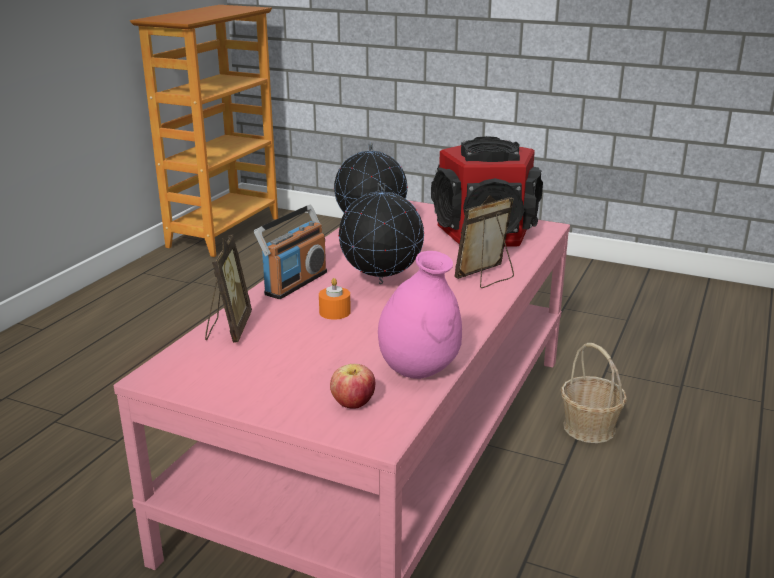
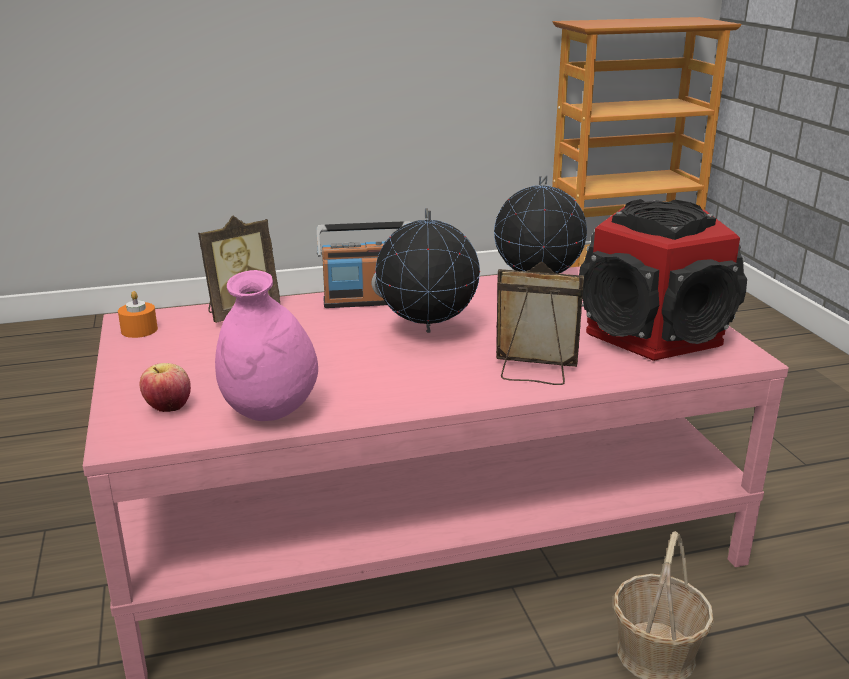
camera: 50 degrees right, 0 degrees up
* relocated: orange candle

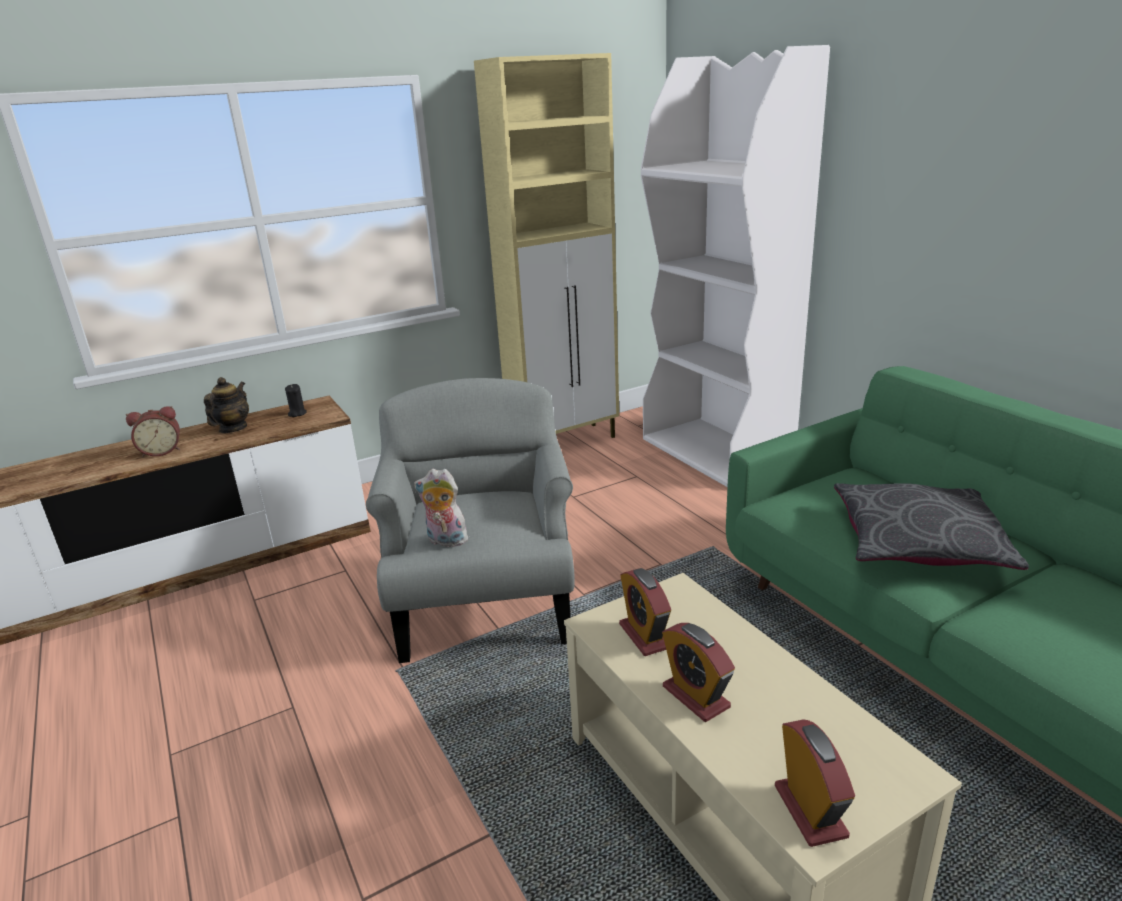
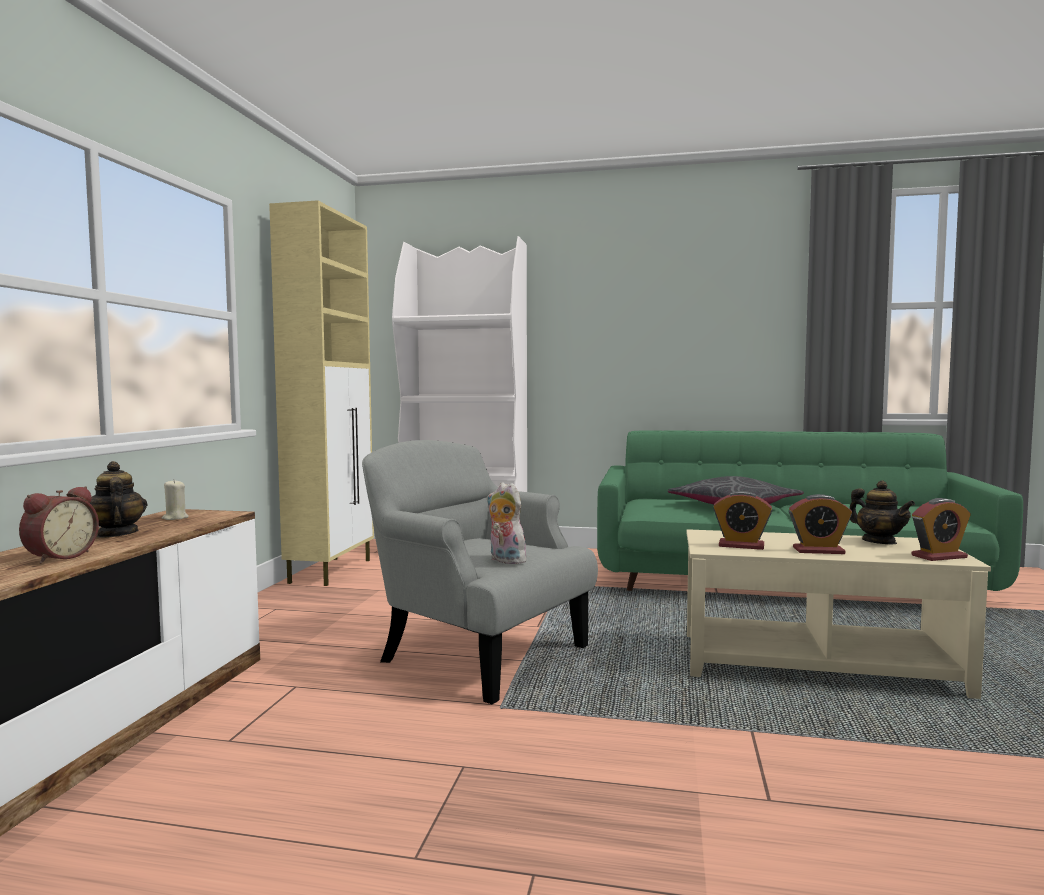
camera: 50 degrees left, 20 degrees down
* colour: black candle to beige candle
* spun: plush toy 75 degrees clockwise
* appeared: teapot (no. 2 from left)
* spun: alarm clock (no. 4 from left) 135 degrees clockwise

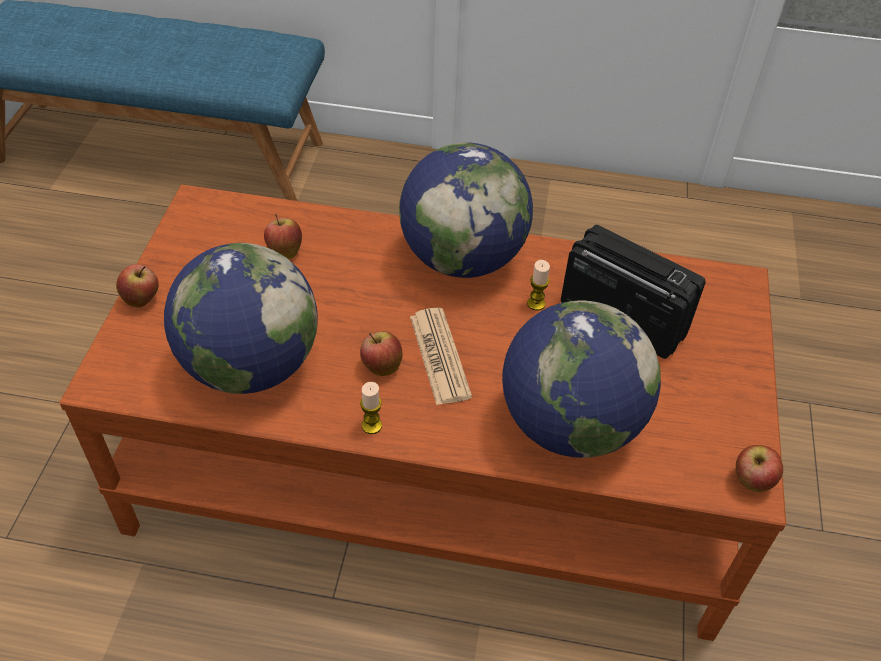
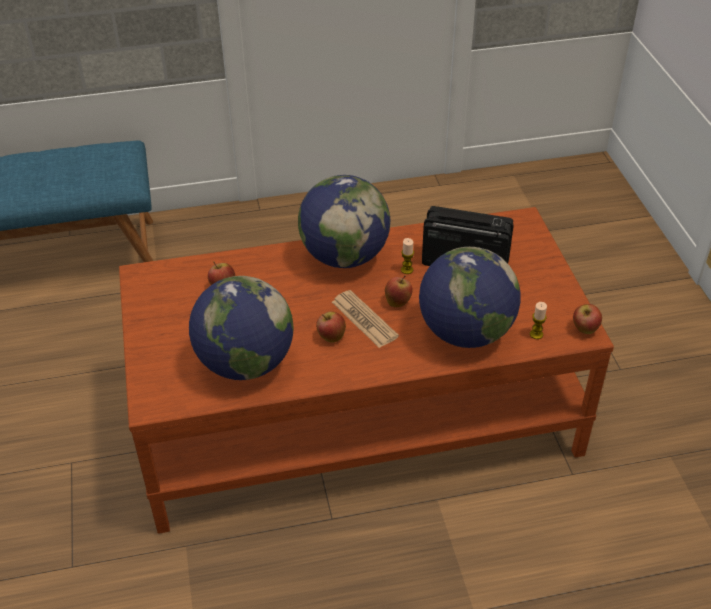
camera: 20 degrees left, 5 degrees down
* relocated: apple (no. 1 from left in the first image) to apple (no. 3 from left)
* relocated: candle (no. 1 from left in the first image) to candle (no. 2 from left)

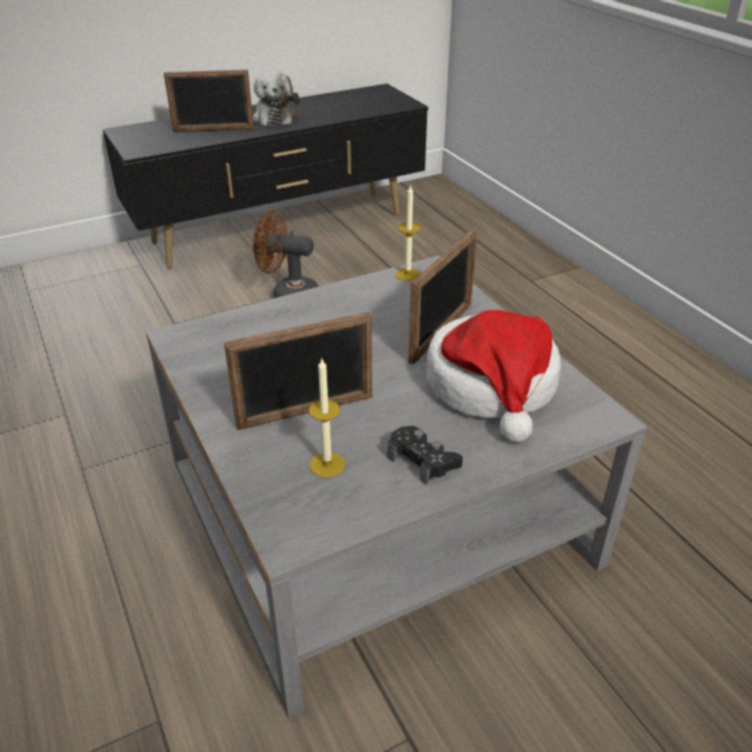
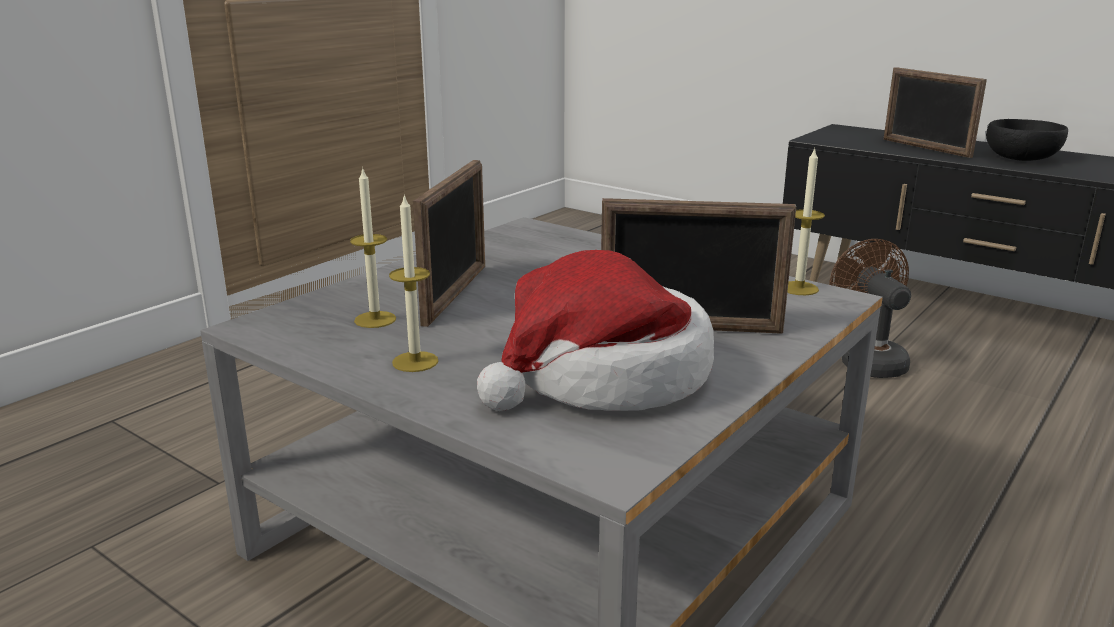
camera: 65 degrees right, 15 degrees down
* exchanged: black game controller to candle (no. 2 from left)
* spun: picture frame (no. 2 from left in the first image) 120 degrees counterclockwise
* exchanged: plush toy to black bowl

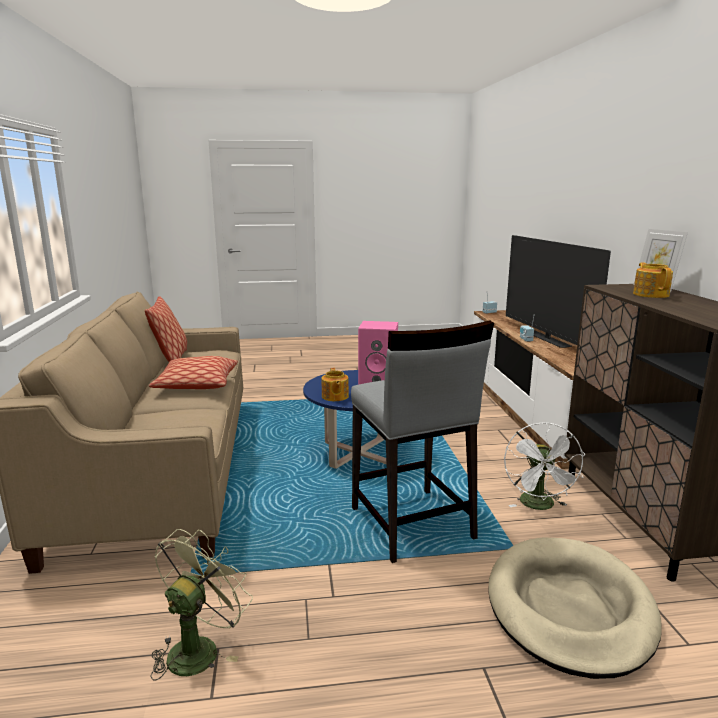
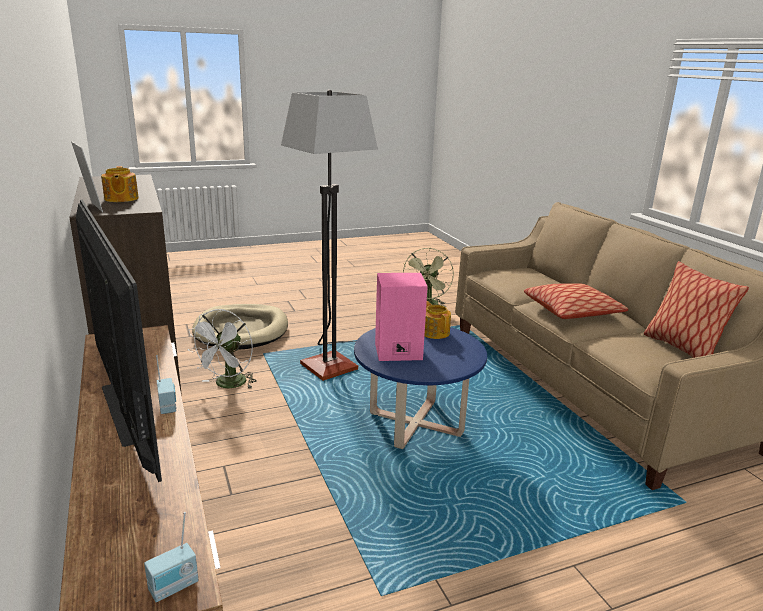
camera: 165 degrees right, 5 degrees up
* spun: white fan 150 degrees counterclockwise
* exchanged: grey stool to floor lamp

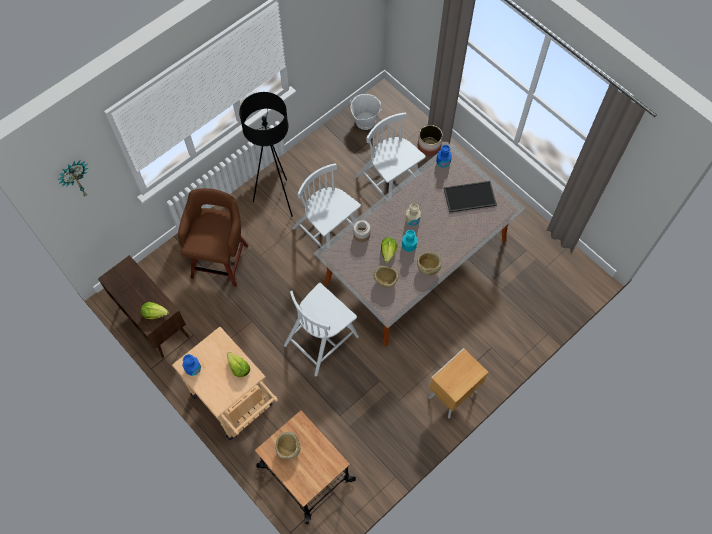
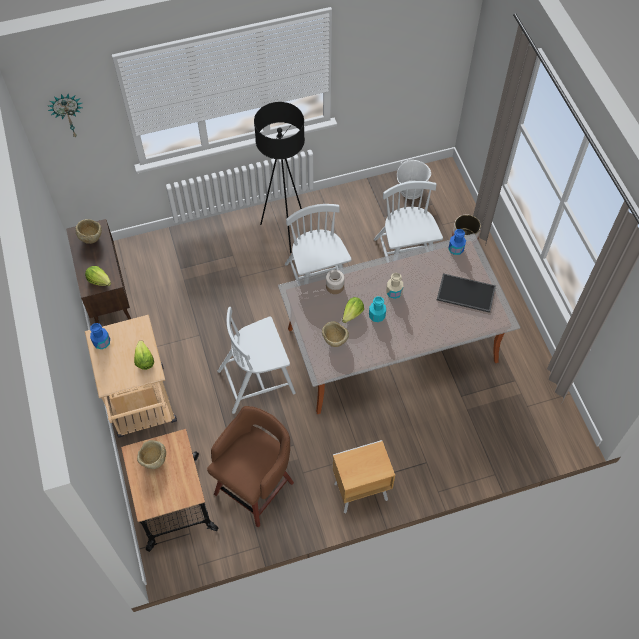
camera: 25 degrees right, 5 degrees down
* relocated: beige bowl (no. 3 from left in the first image) to beige bowl (no. 1 from left)
* relocated: brown stool

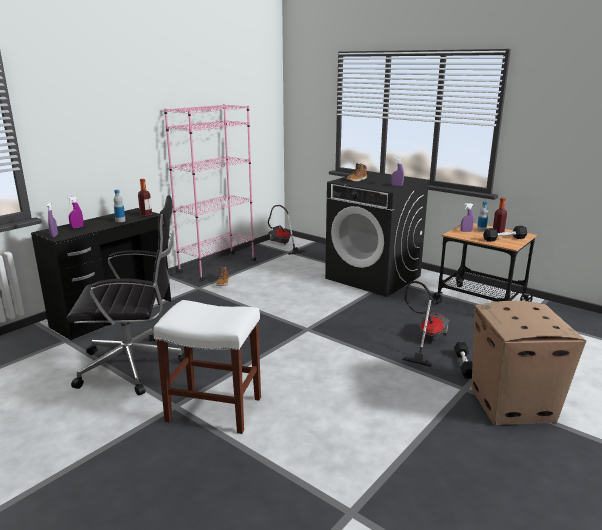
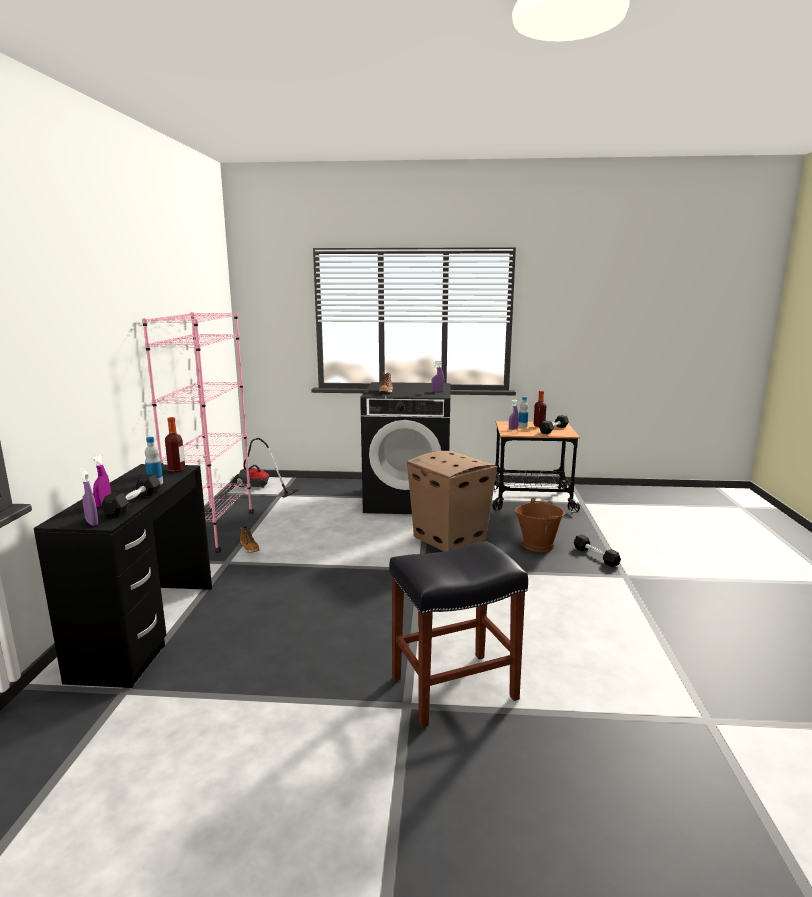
camera: 35 degrees left, 5 degrees down
* appeared: black dumbbell (no. 1 from left)
* colour: white stool to black stool
* relocated: cardboard box
* exchanged: vacuum cleaner (no. 2 from left) to brown bucket
* missing: black office chair

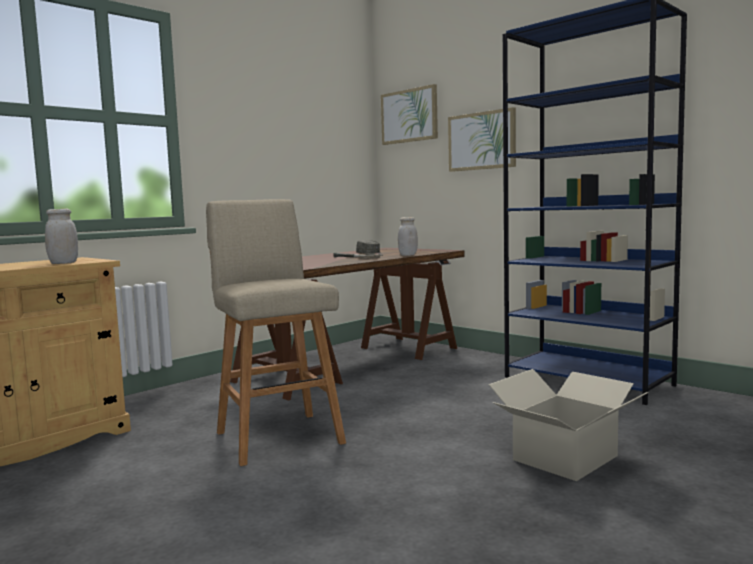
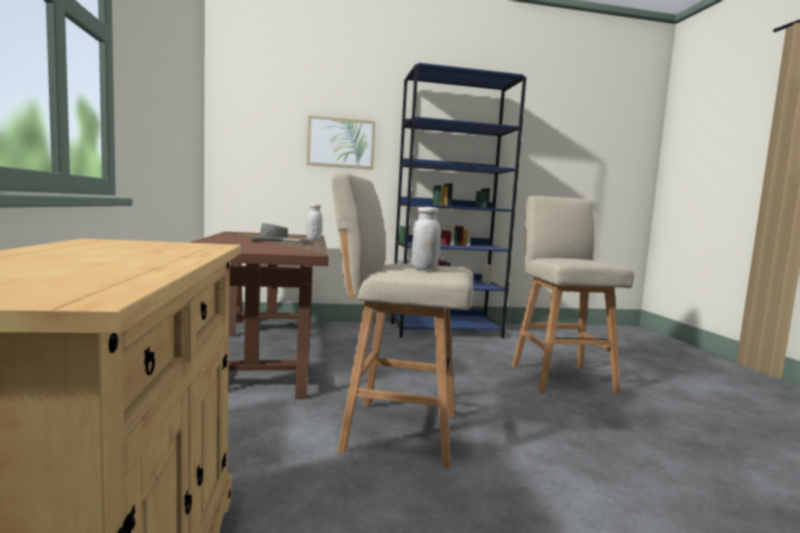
camera: 55 degrees left, 0 degrees up
* relocated: white jar (no. 1 from left in the first image) to white jar (no. 2 from left)
* exchanged: cardboard box to beige stool (no. 2 from left)
* missing: picture (no. 1 from left)

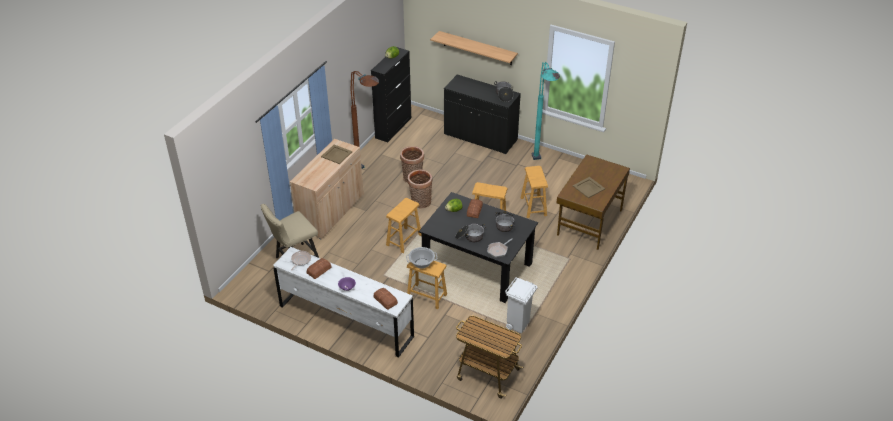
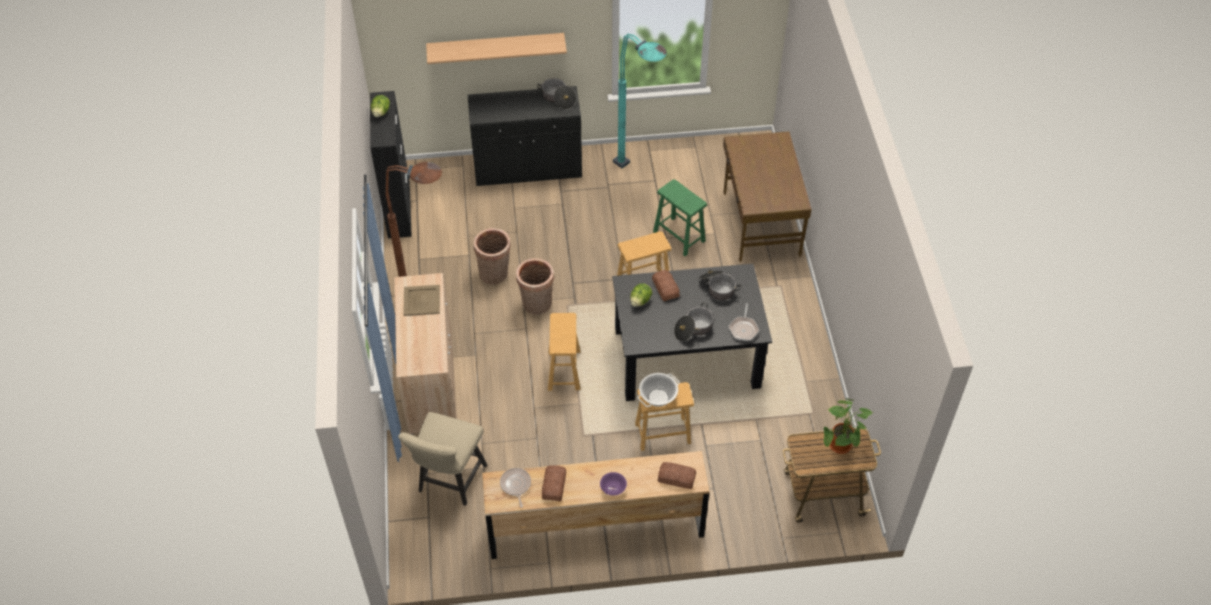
camera: 35 degrees left, 10 degrees up
* colour: white dresser to brown dresser
* colour: brown stool (no. 4 from left) to green stool
* appeared: potted plant
* missing: white trash can
* missing: beige tray (no. 2 from left)

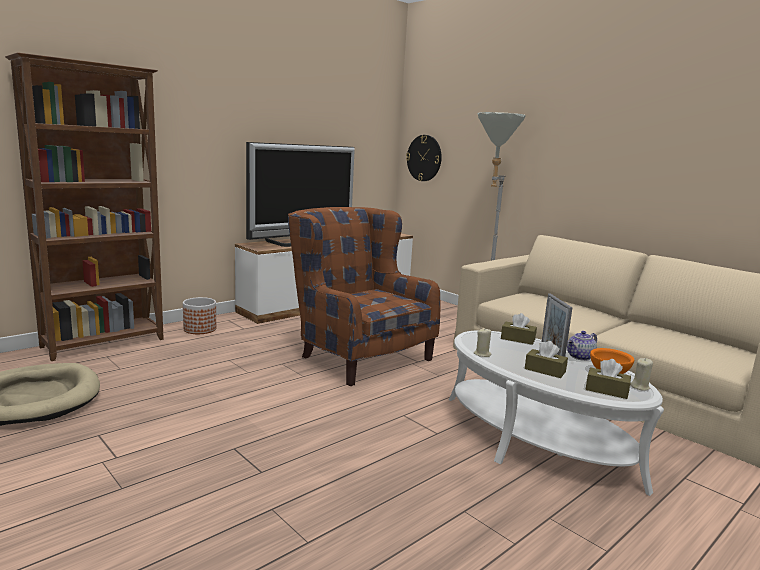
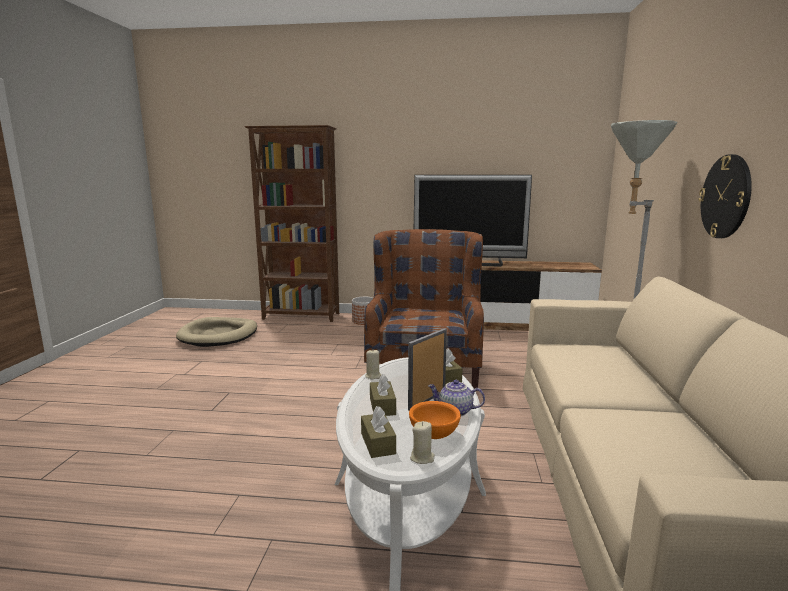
camera: 50 degrees right, 0 degrees up
* relocated: wall clock

